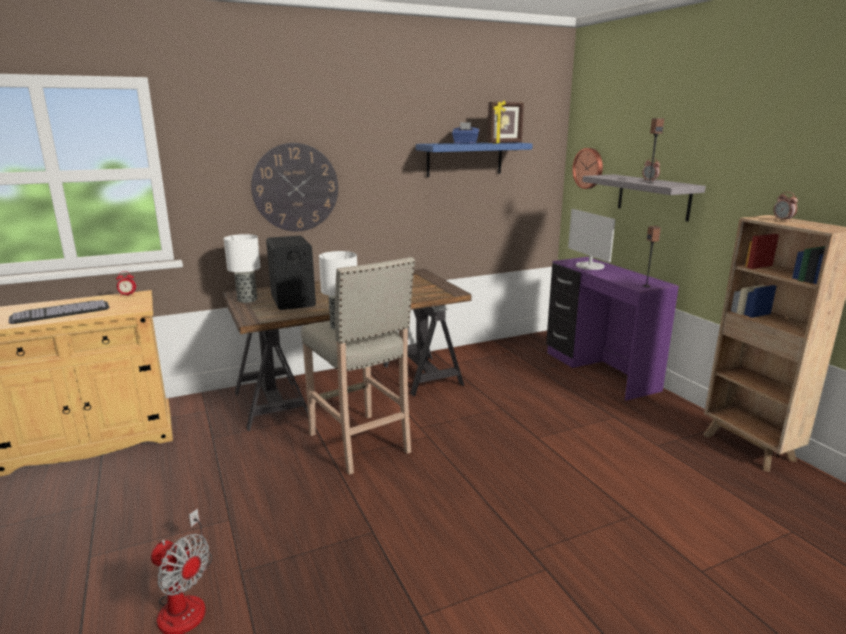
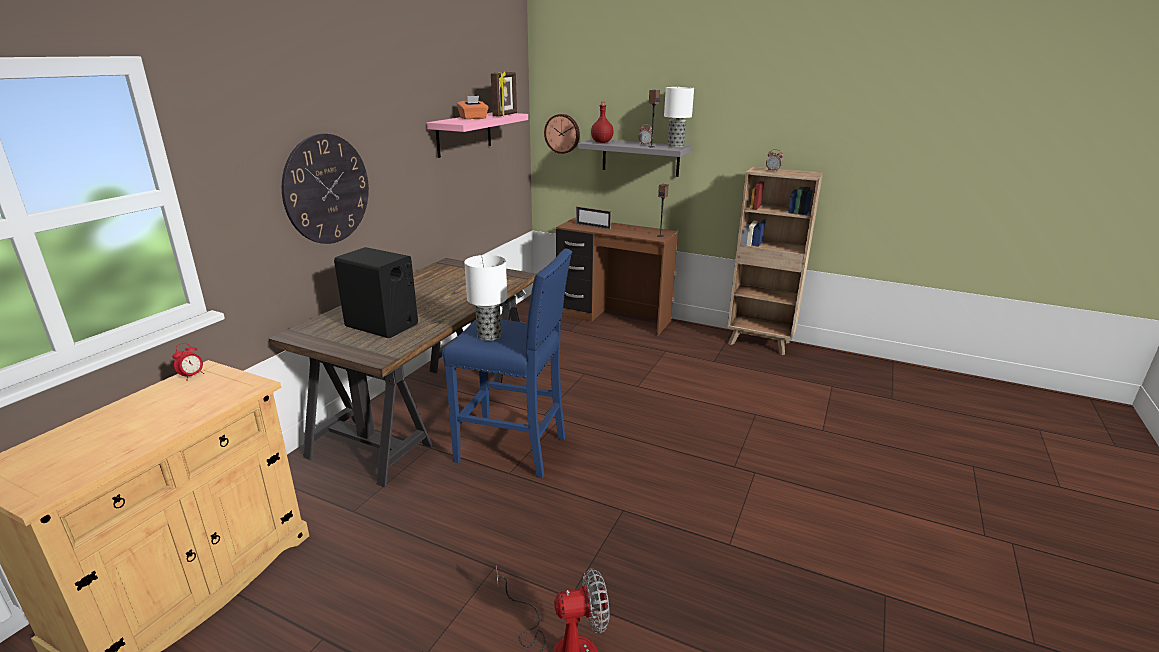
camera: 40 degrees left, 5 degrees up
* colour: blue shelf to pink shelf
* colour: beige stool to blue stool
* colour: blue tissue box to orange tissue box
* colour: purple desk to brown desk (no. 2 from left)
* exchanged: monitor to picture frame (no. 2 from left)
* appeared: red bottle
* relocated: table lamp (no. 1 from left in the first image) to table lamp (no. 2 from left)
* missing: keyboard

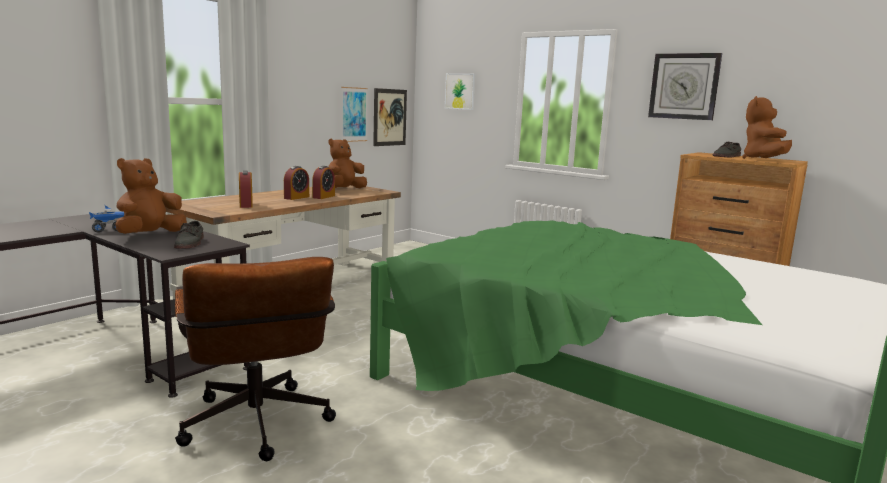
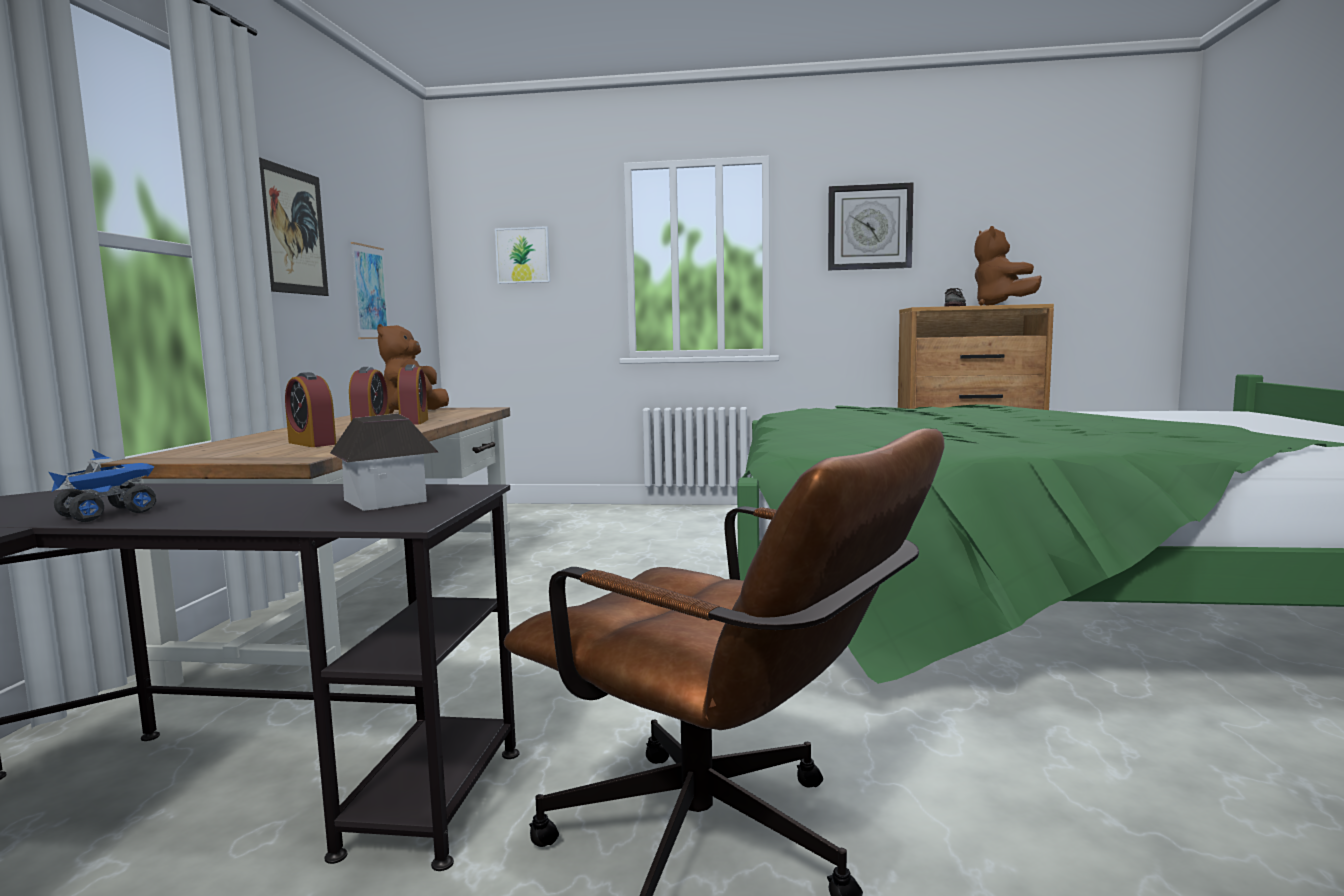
camera: 30 degrees left, 5 degrees down
* relocated: picture (no. 2 from left in the first image) to picture (no. 1 from left)
* exchanged: grey shoe (no. 1 from left) to toy house
* missing: brown plush toy (no. 1 from left)

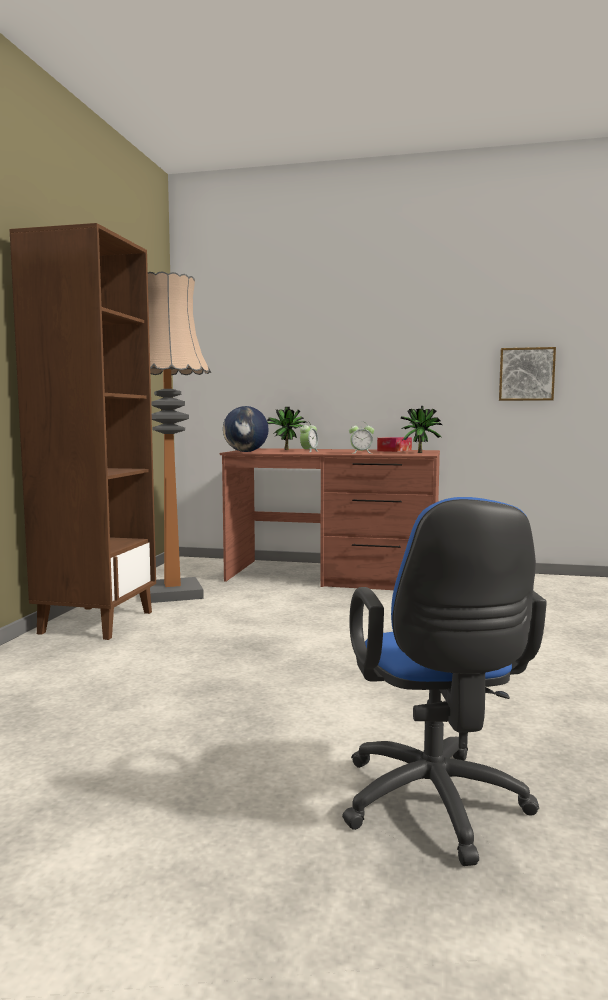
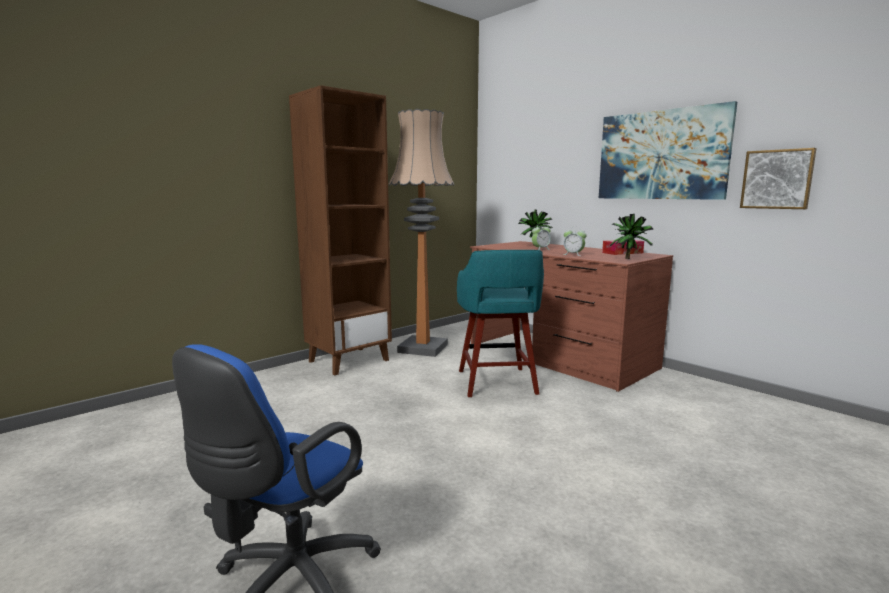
camera: 35 degrees right, 5 degrees up
* appeared: turquoise stool
* appeared: picture (no. 1 from left)
* missing: globe

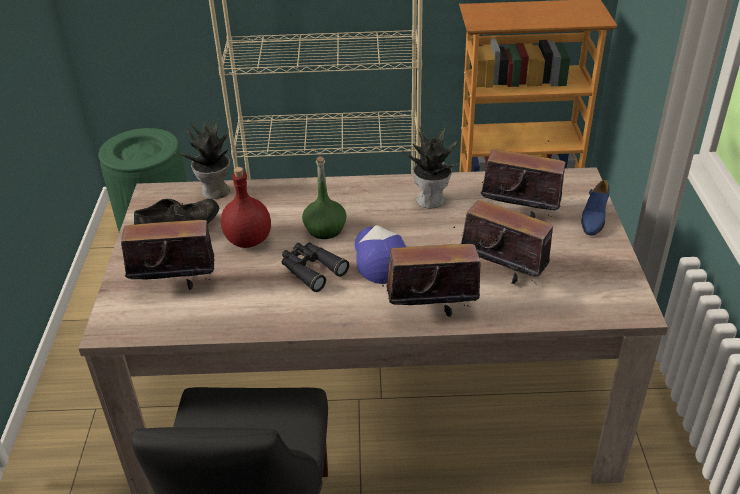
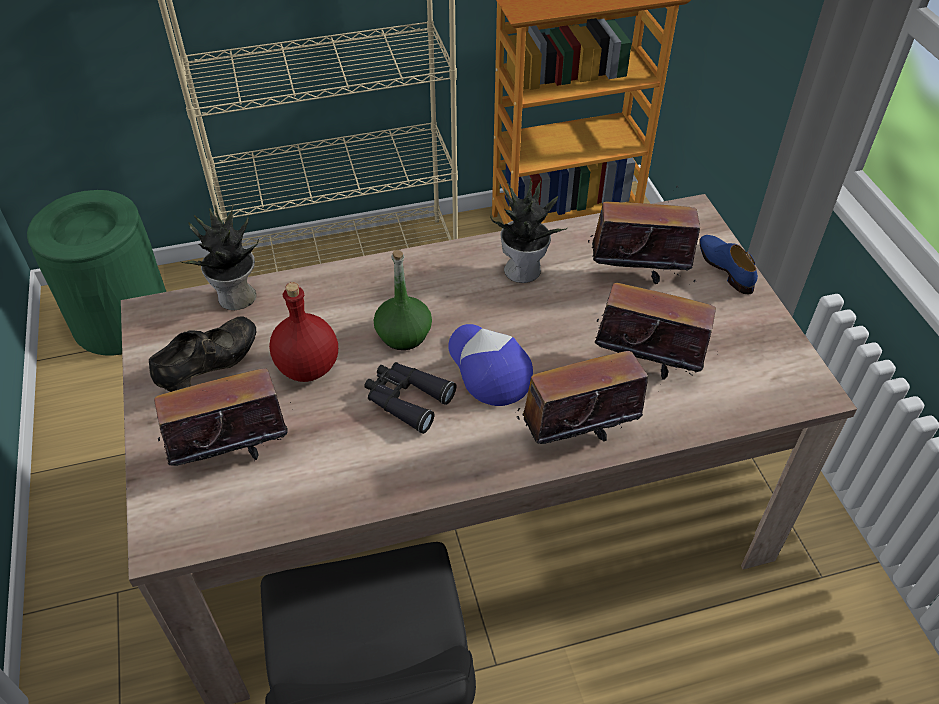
camera: 15 degrees left, 10 degrees up
* spun: blue shoe 150 degrees clockwise

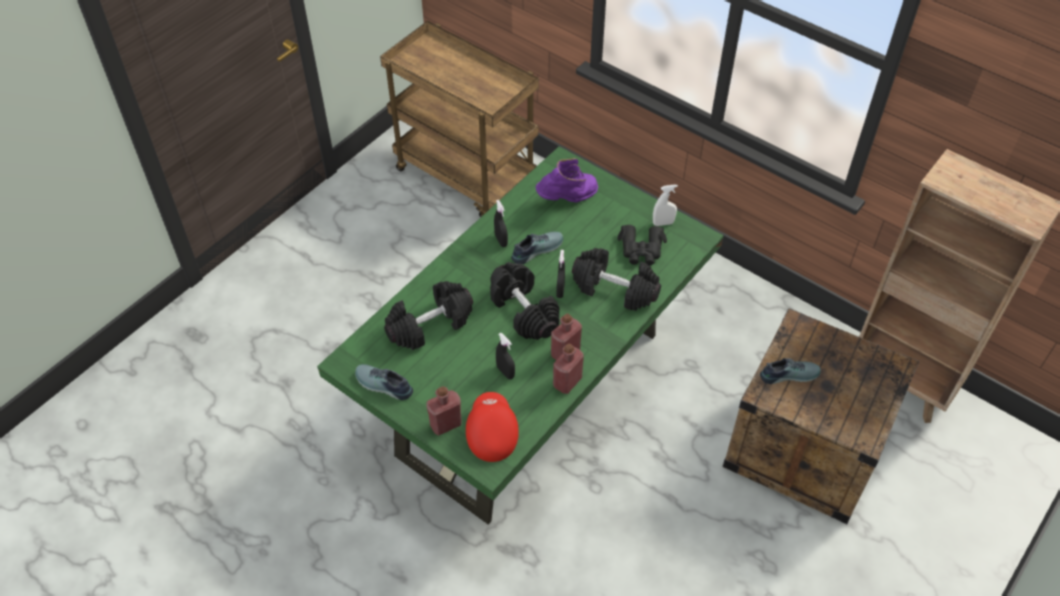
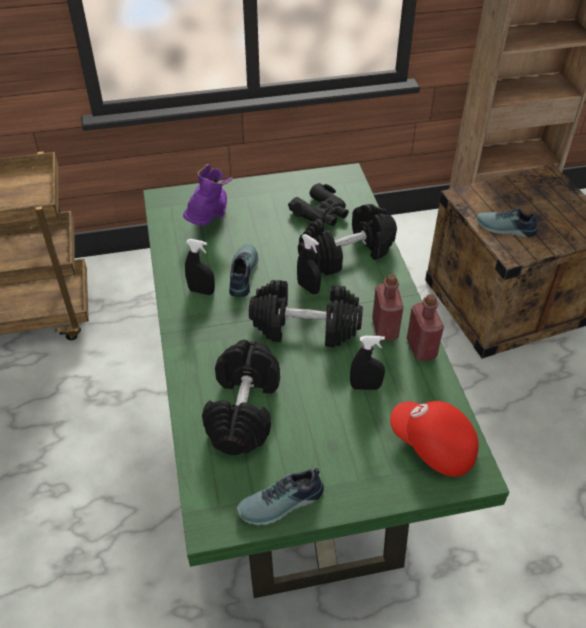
camera: 50 degrees left, 5 degrees down
* spun: shoe (no. 3 from left) 105 degrees counterclockwise
* missing: red bottle (no. 1 from left)
* missing: white spray bottle

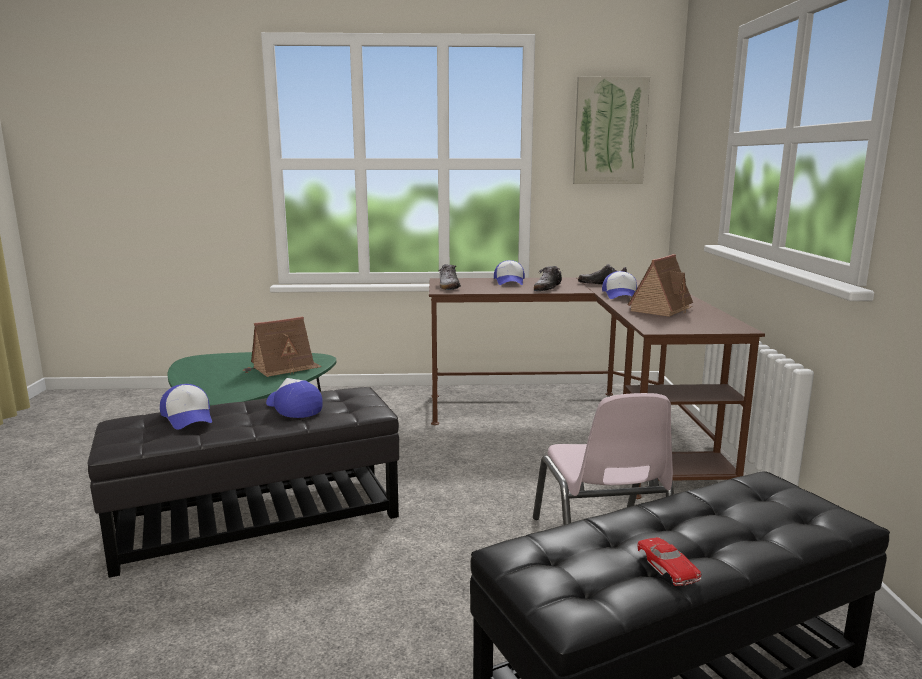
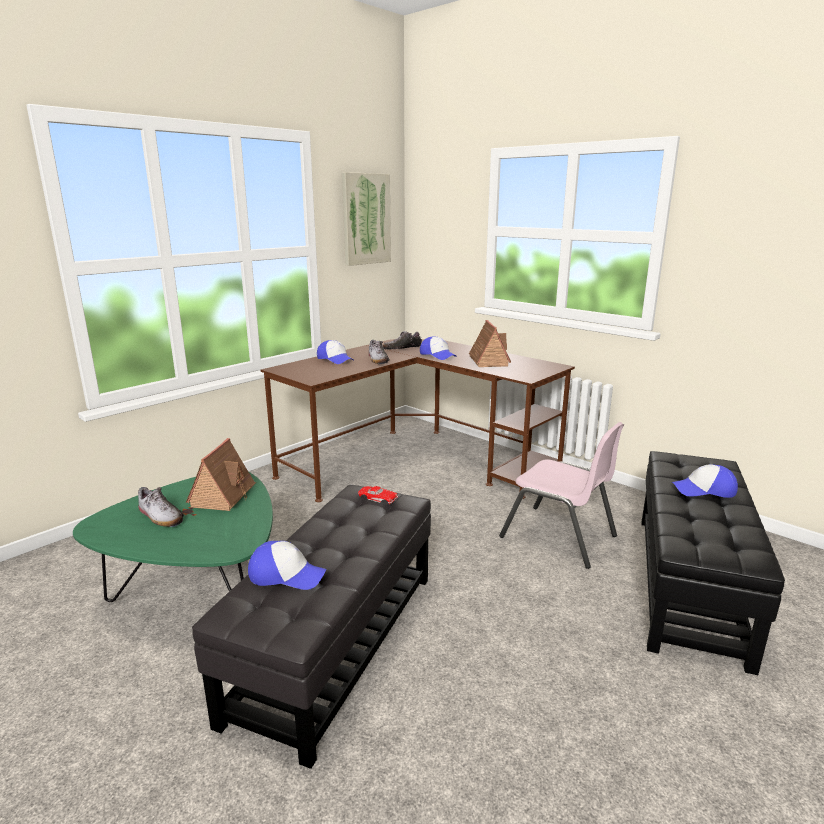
camera: 45 degrees left, 5 degrees up
* relocated: shoe (no. 1 from left)
* relocated: red toy car
* relocated: cap (no. 2 from left in the first image) to cap (no. 4 from left)

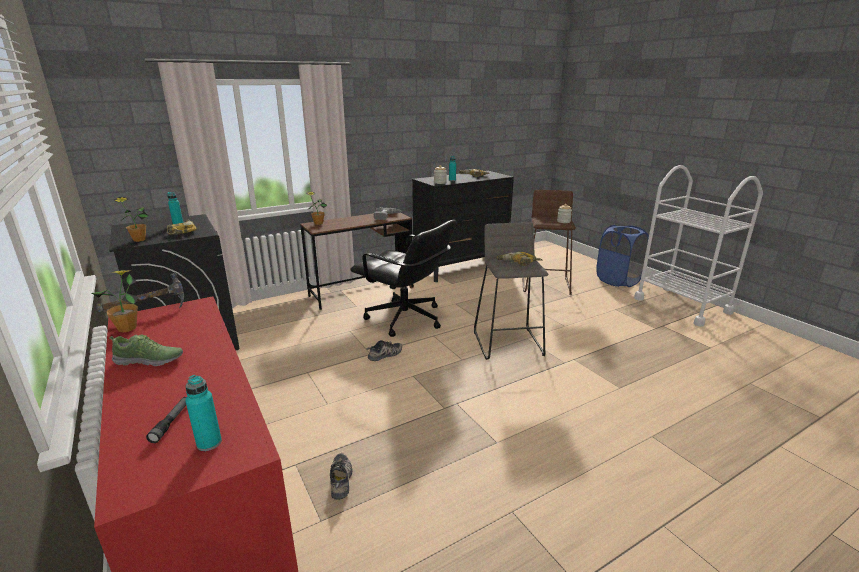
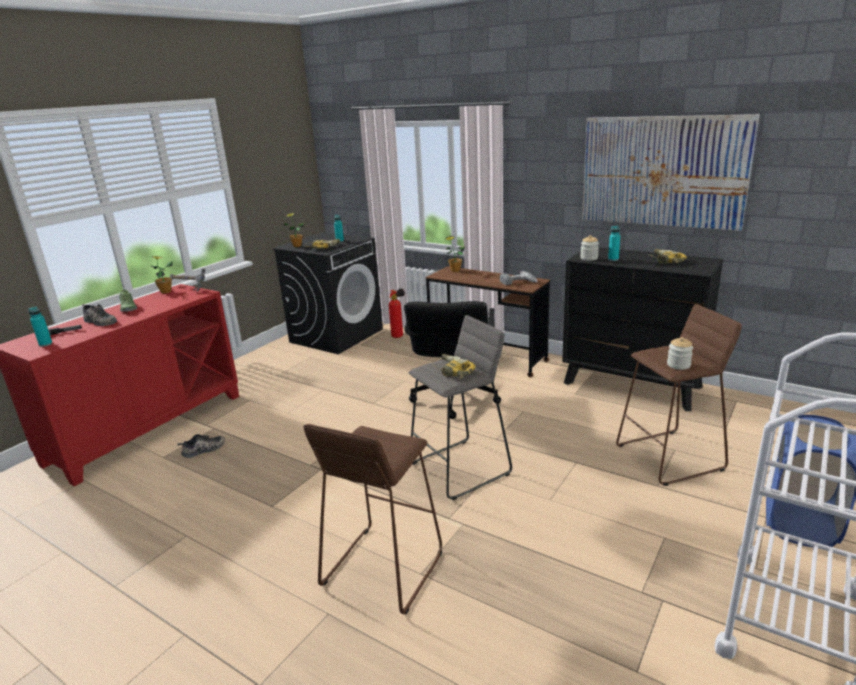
camera: 65 degrees right, 0 degrees up
* relocated: shoe (no. 3 from left in the first image) to shoe (no. 1 from left)
* appeared: brown stool (no. 1 from left)
* appeared: fire extinguisher
* appeared: picture

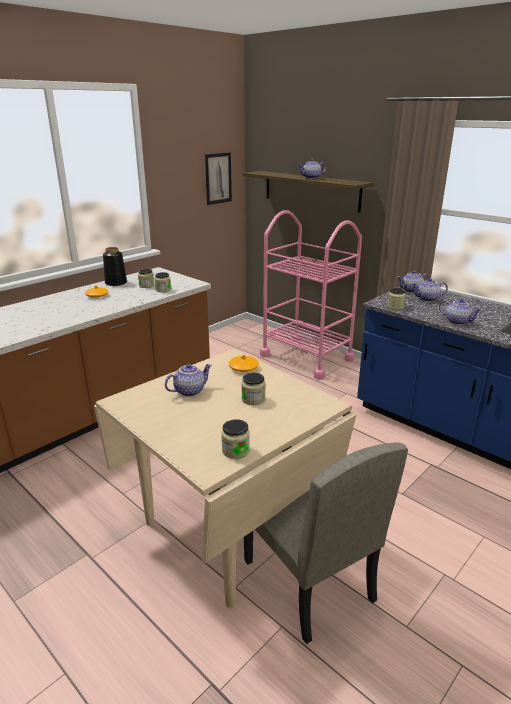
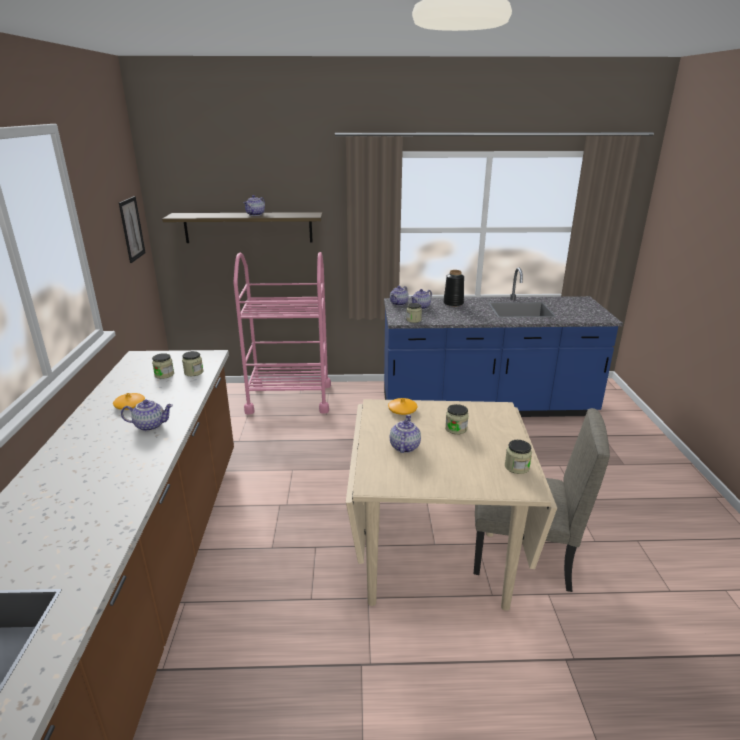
camera: 45 degrees left, 0 degrees up
* relocated: teapot (no. 5 from left in the first image) to teapot (no. 1 from left)
* relocated: black vase

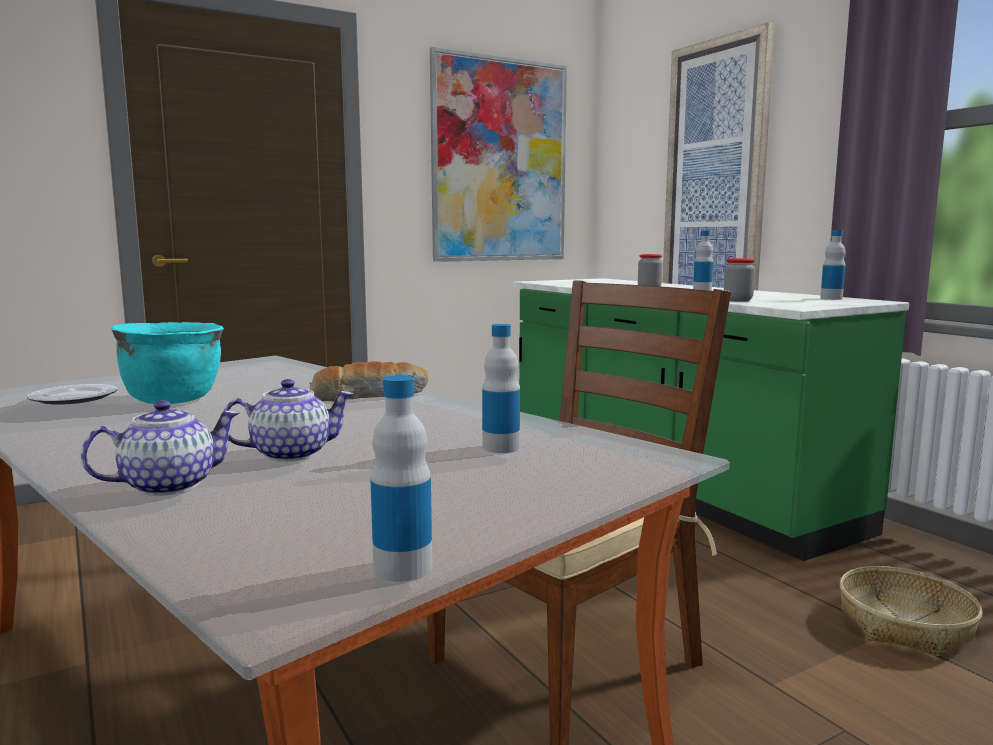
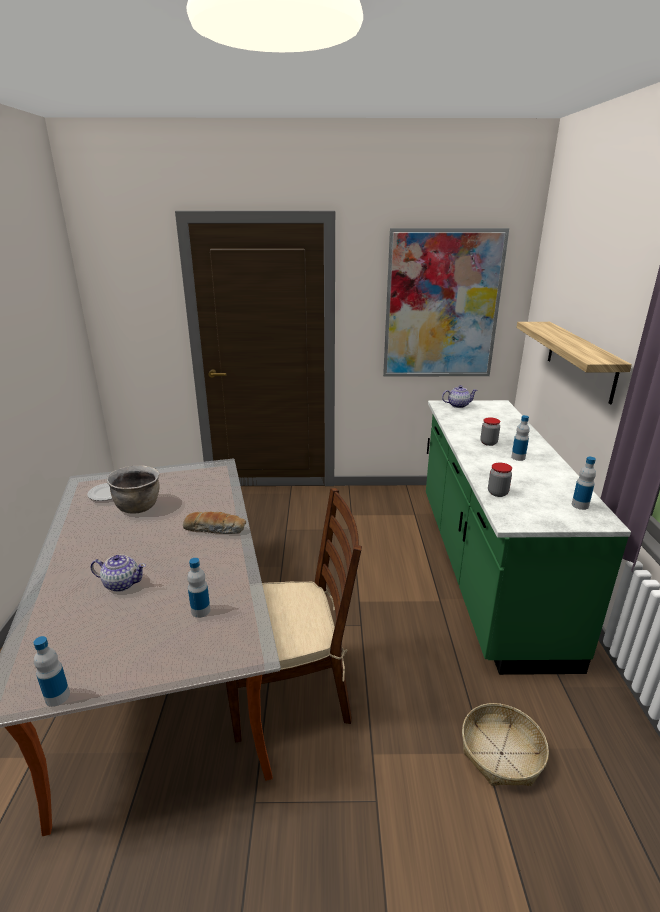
camera: 30 degrees right, 15 degrees up
* colour: turquoise cooking pot to brown cooking pot
* relocated: teapot (no. 1 from left in the first image) to teapot (no. 2 from left)
* exchanged: picture (no. 2 from left) to shelf

